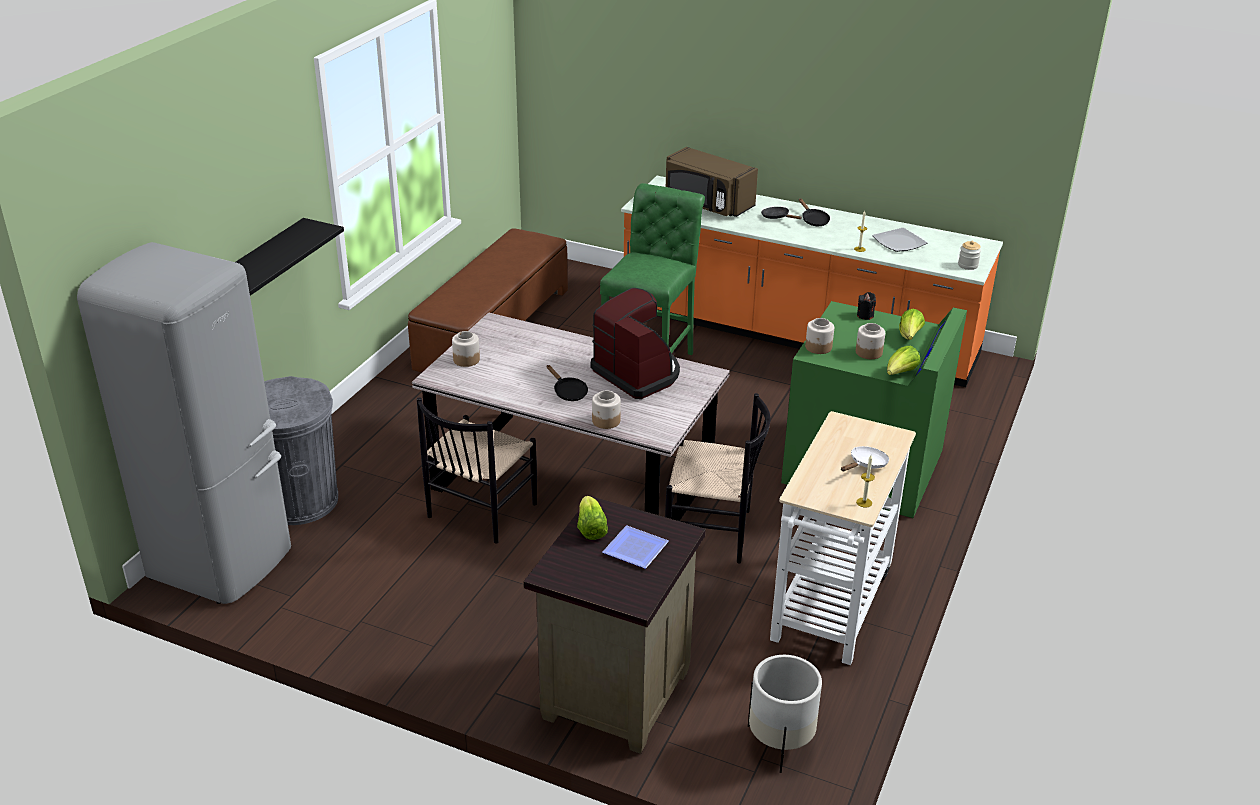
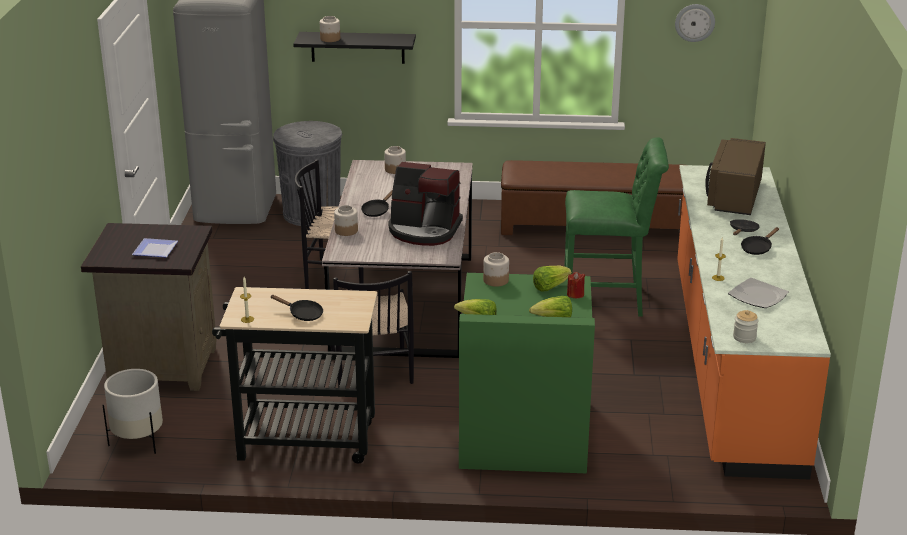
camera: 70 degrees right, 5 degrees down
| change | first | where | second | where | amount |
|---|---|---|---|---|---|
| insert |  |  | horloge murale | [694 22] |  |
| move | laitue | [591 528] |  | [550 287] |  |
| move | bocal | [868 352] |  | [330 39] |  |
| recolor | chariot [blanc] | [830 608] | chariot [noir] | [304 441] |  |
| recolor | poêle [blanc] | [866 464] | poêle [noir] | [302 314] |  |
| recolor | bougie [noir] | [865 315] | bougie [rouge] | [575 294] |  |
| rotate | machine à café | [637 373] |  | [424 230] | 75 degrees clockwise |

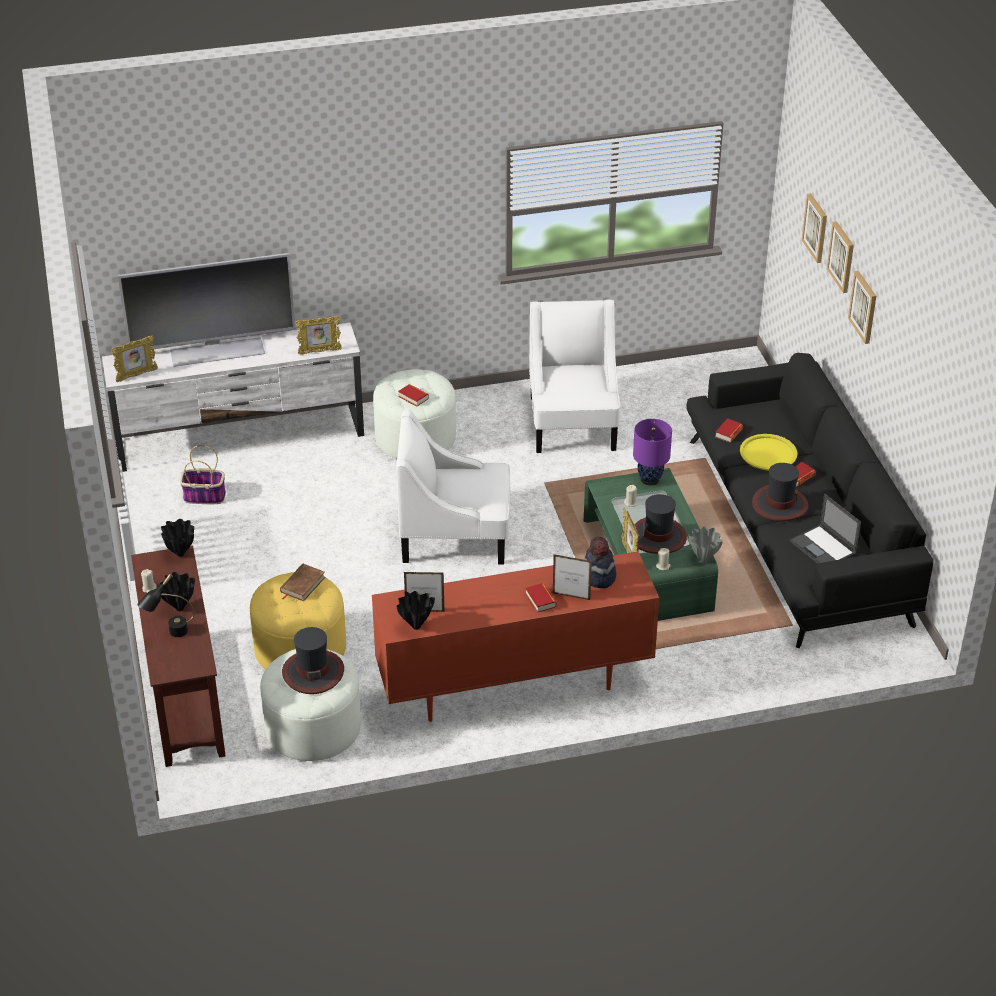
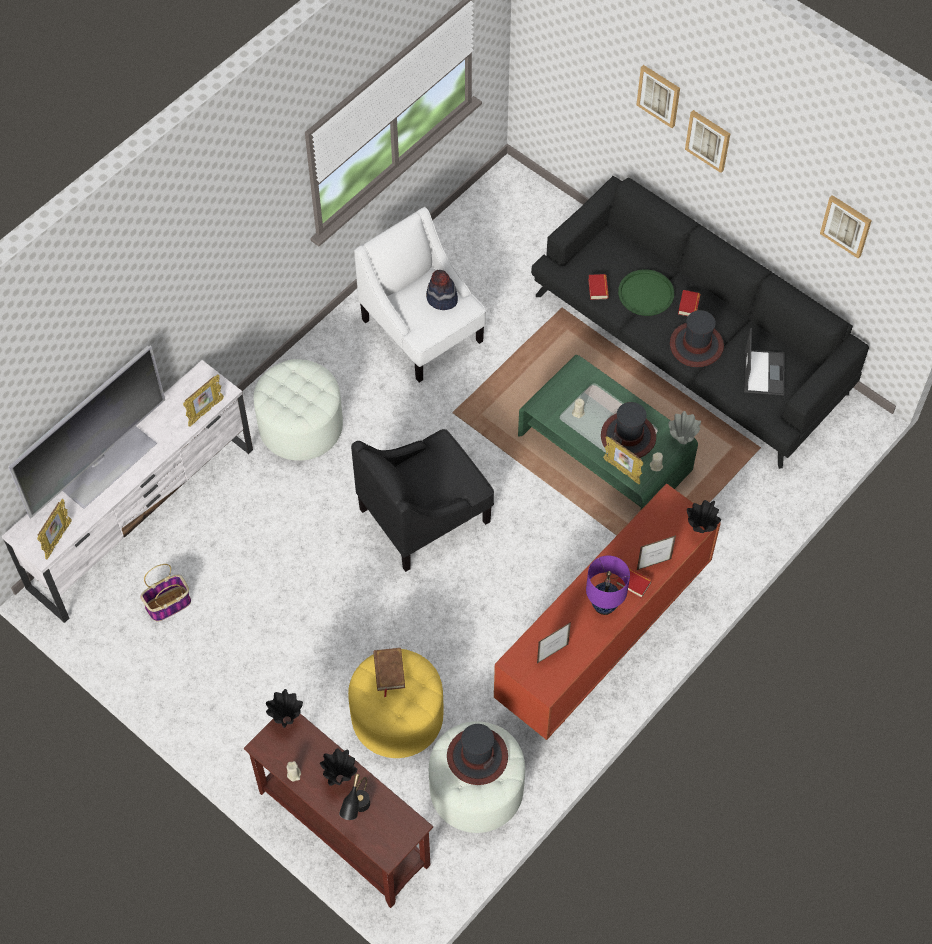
camera: 35 degrees left, 20 degrees up
| change | first | where | second | where | amount |
|---|---|---|---|---|---|
| delete | livre | [413 397] |  |  |  |
| move | vase [noir] | [415 627] |  | [700 530] |  |
| move | chapeau | [598 576] |  | [441 298] |  |
| move | lampe de table [violet] | [649 479] |  | [604 605] |  |
| move | tableau | [816 227] |  | [846 225] |  |
| recolor | fauteuil [blanc] | [455 535] | fauteuil [noir] | [424 515] |  |
| recolor | plateau [jaune] | [768 453] | plateau [vert] | [646 293] |  |
| rotate | ordinateur portable | [823 548] |  | [763 372] | 105 degrees counterclockwise |

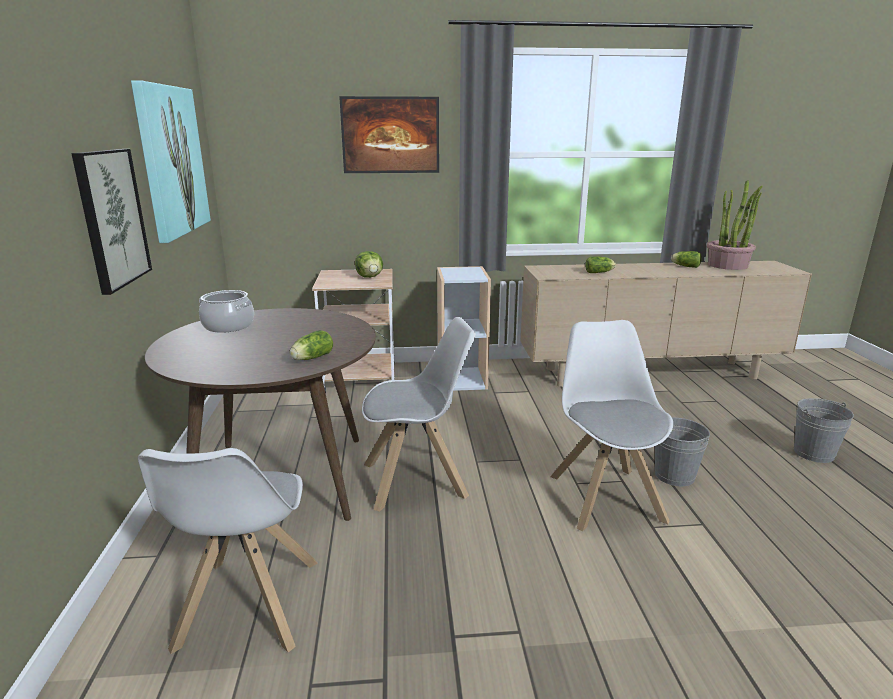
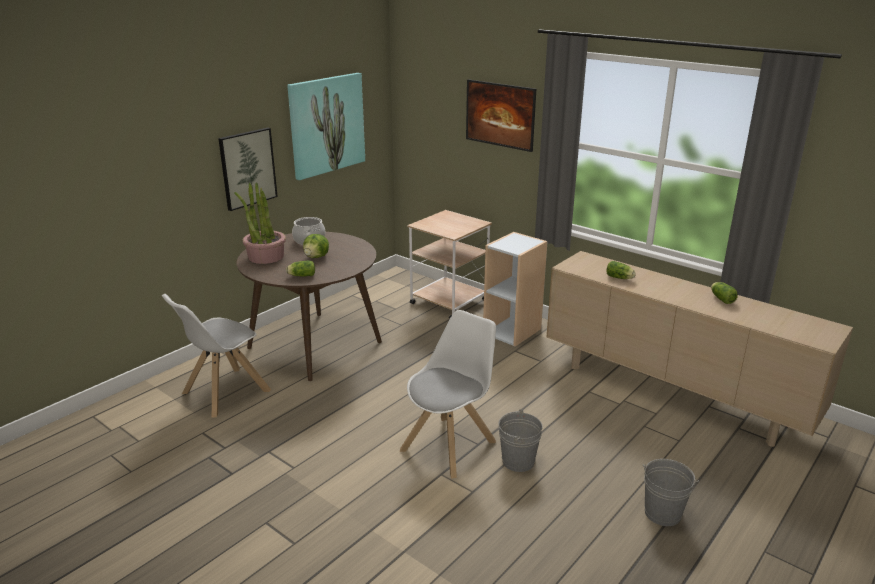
camera: 45 degrees right, 5 degrees up
| change | first | where | second | where | amount |
|---|---|---|---|---|---|
| delete | chaise | [418 480] |  |  |  |
| move | laitue | [370 277] |  | [316 257] |  |
| move | plante en pot | [728 265] |  | [265 257] |  |

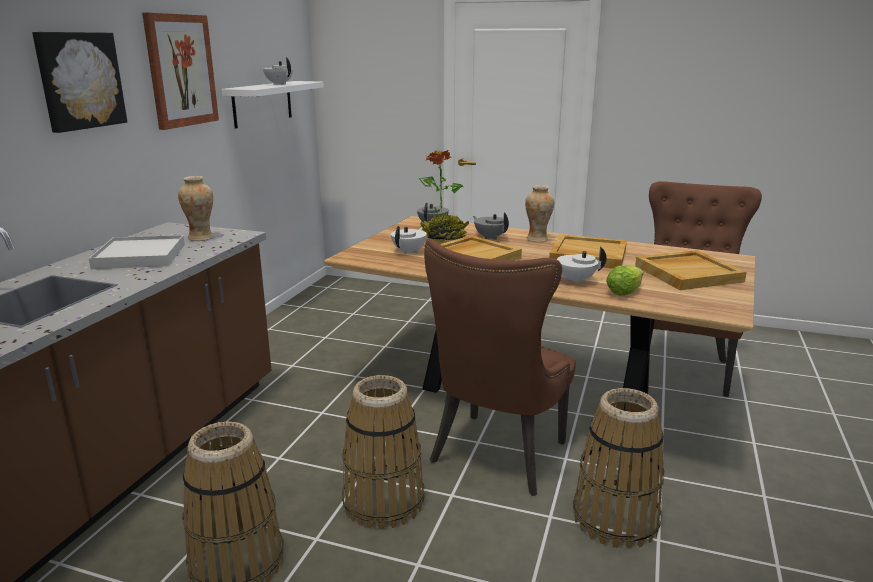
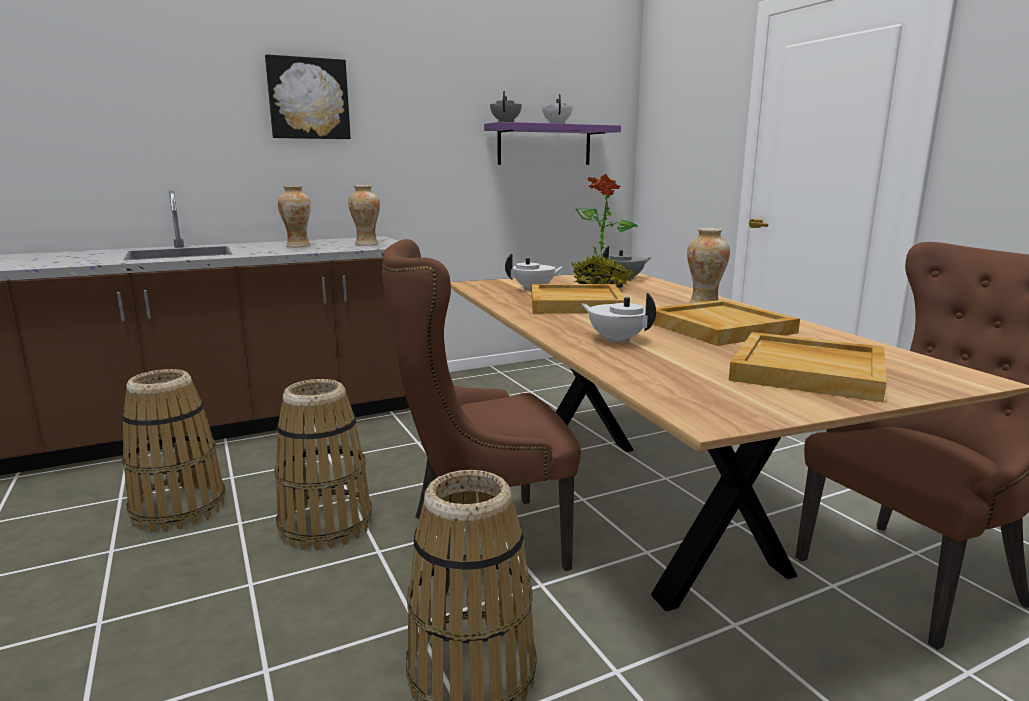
camera: 45 degrees right, 5 degrees down
| change | first | where | second | where | amount |
|---|---|---|---|---|---|
| delete | tableau | [181 71] |  |  |  |
| delete | laitue | [626 291] |  |  |  |
| move | théière [gris] | [490 237] |  | [506 122] |  |
| replace | plateau [blanc] | [140 256] | vase | [298 246] |  |
| recolor | étagère [blanc] | [262 103] | étagère [violet] | [544 145] |  |

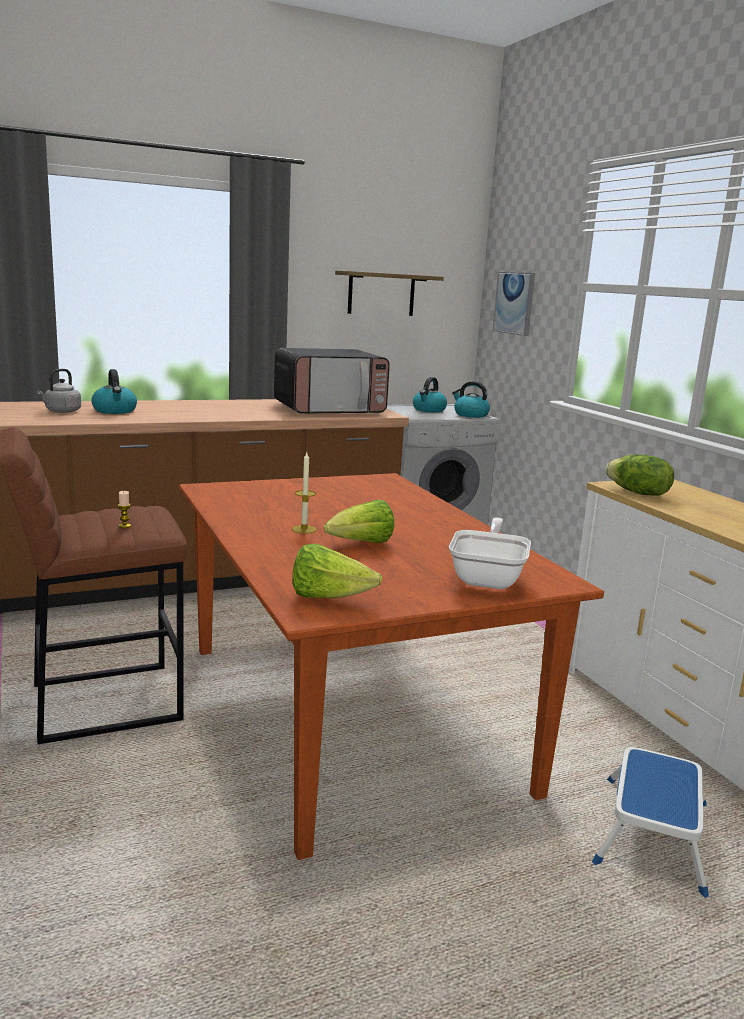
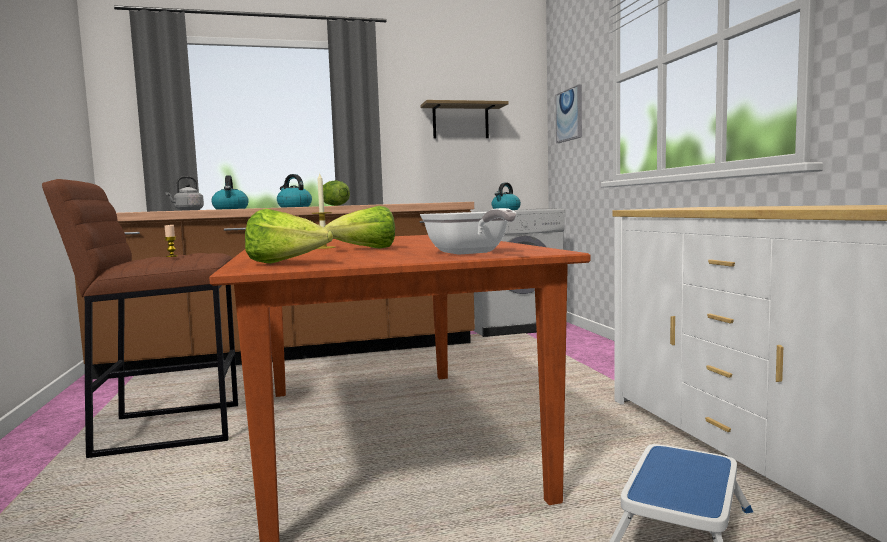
camera: 10 degrees right, 10 degrees down
| change | first | where | second | where | amount |
|---|---|---|---|---|---|
| delete | micro-ondes | [329 409] |  |  |  |
| move | bouilloire | [470 415] |  | [294 207] |  |
| move | laitue | [638 493] |  | [334 205] |  |
| rotate | poêle | [488 577] |  | [469 253] | 135 degrees clockwise |

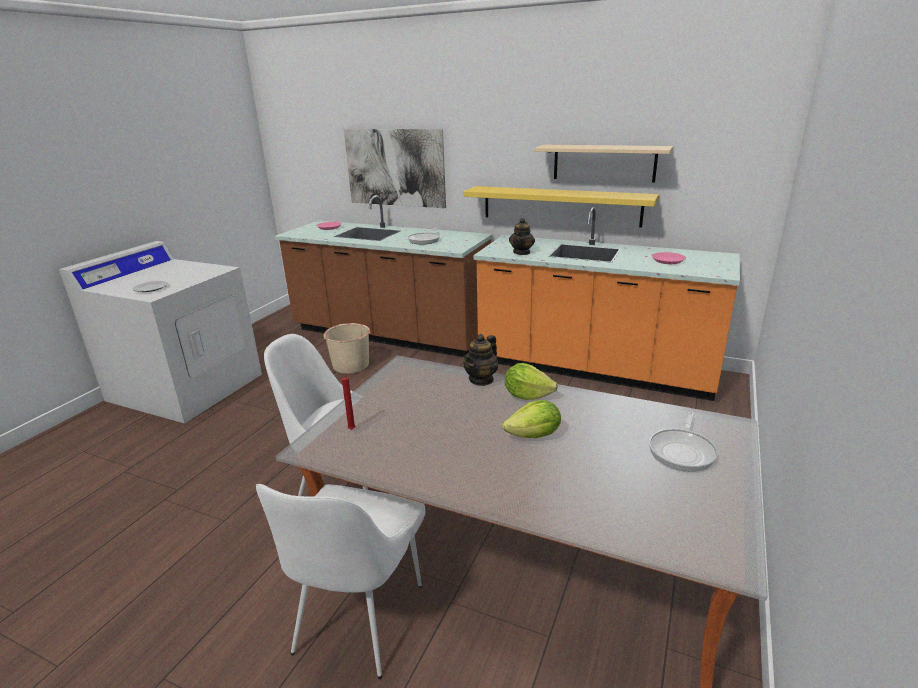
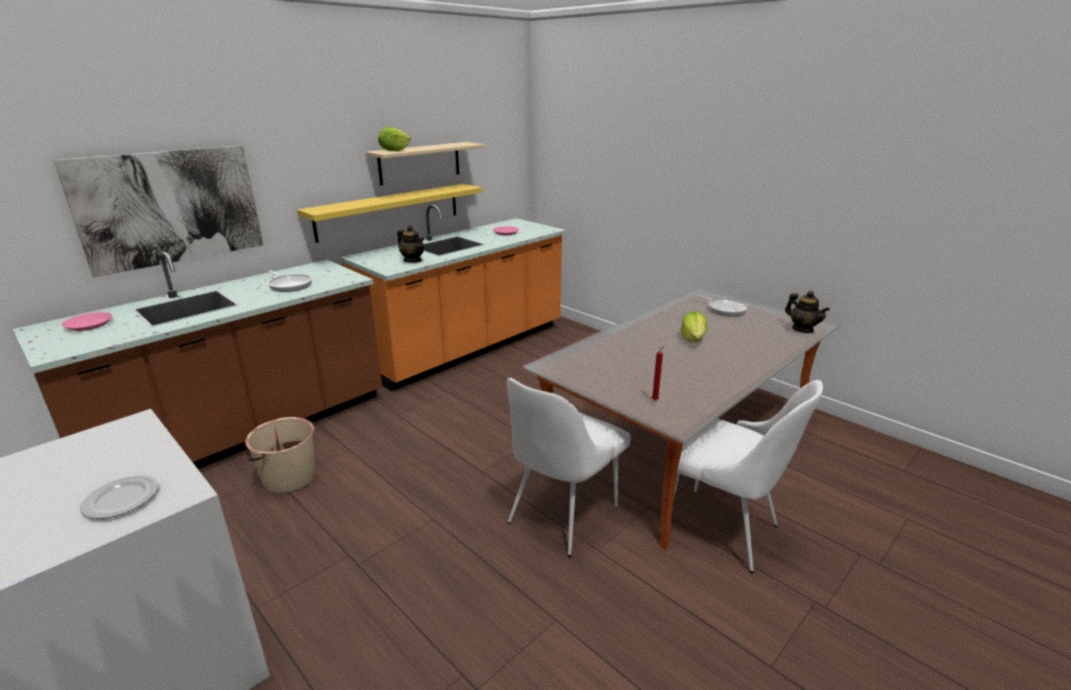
camera: 70 degrees left, 0 degrees up
| change | first | where | second | where | amount |
|---|---|---|---|---|---|
| move | théière | [481 379] |  | [802 329] |  |
| move | laitue | [527 395] |  | [394 151] |  |

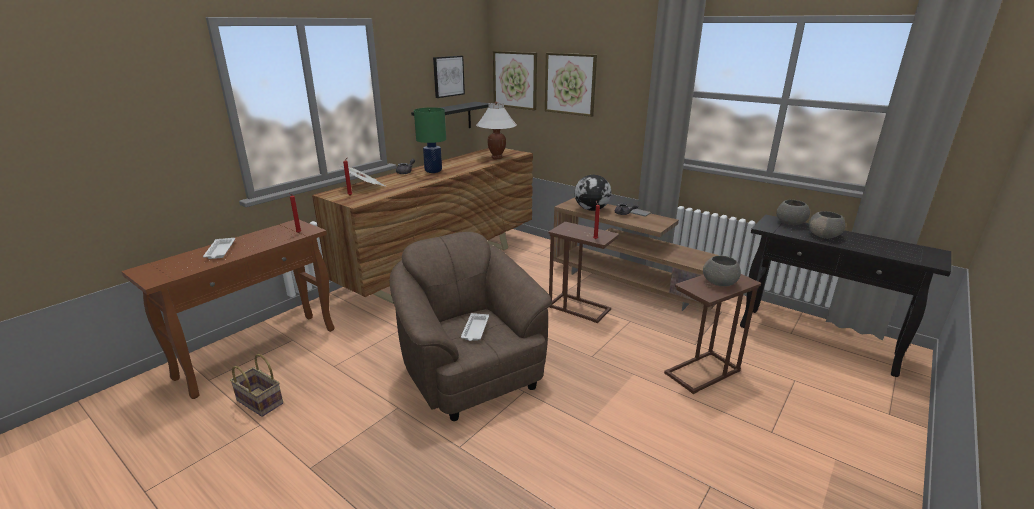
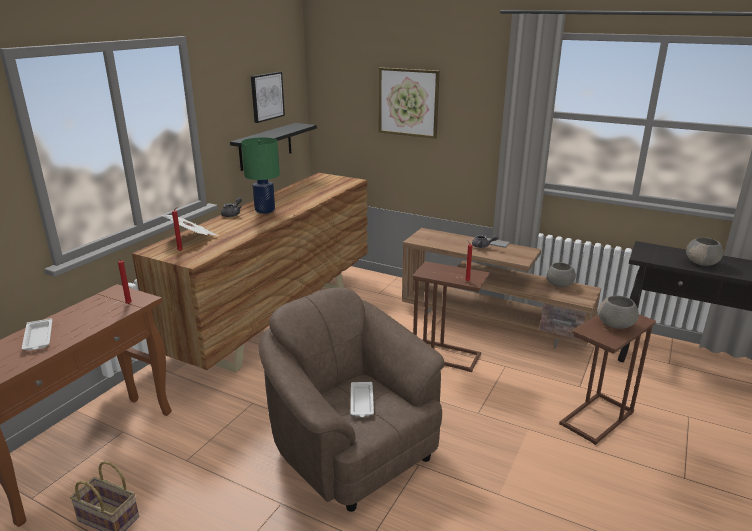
camera: 10 degrees left, 0 degrees up
| change | first | where | second | where | amount |
|---|---|---|---|---|---|
| delete | lampe de table [blanc] | [497 158] |  |  |  |
| delete | tableau | [515 80] |  |  |  |
| delete | globe | [592 209] |  |  |  |
| move | bol [gris] | [789 223] |  | [559 284] |  |

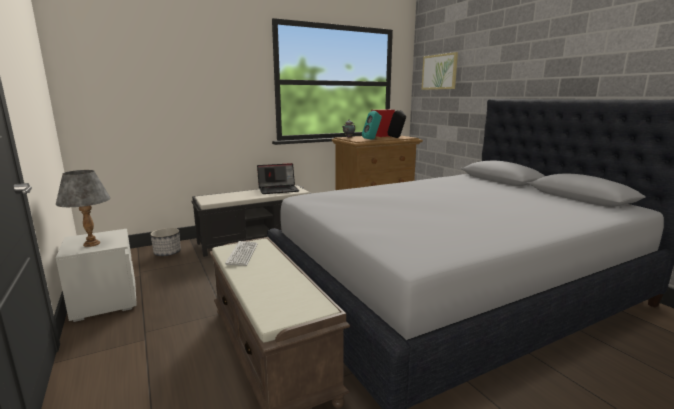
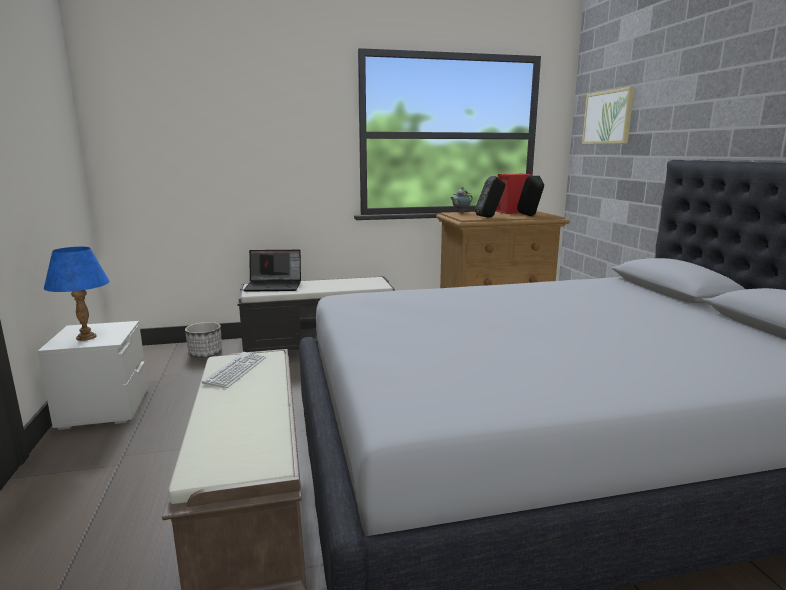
camera: 15 degrees right, 0 degrees up
| change | first | where | second | where | amount |
|---|---|---|---|---|---|
| move | ordinateur portable | [279 189] |  | [274 286] |  |
| recolor | lampe de table [gris] | [92 244] | lampe de table [bleu] | [86 337] |  |
| recolor | enceinte [turquoise] | [372 139] | enceinte [noir] | [489 217] |  |

